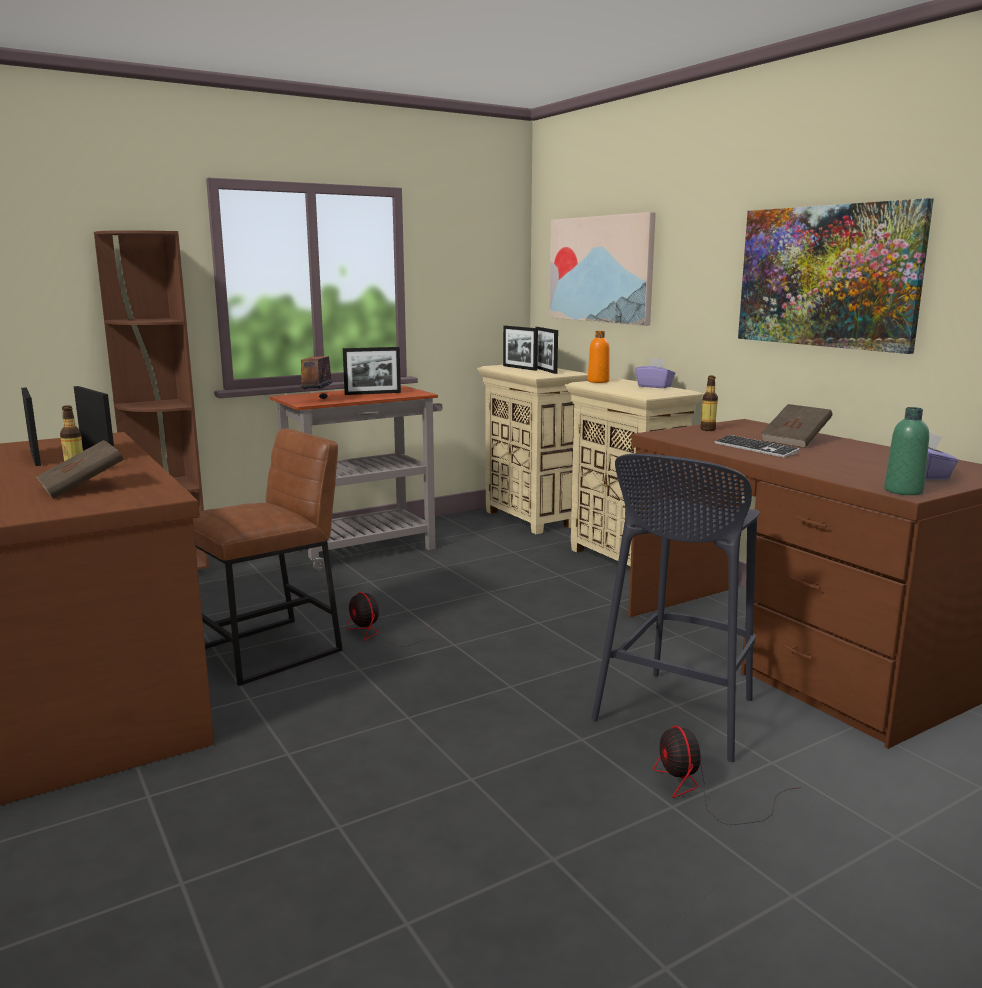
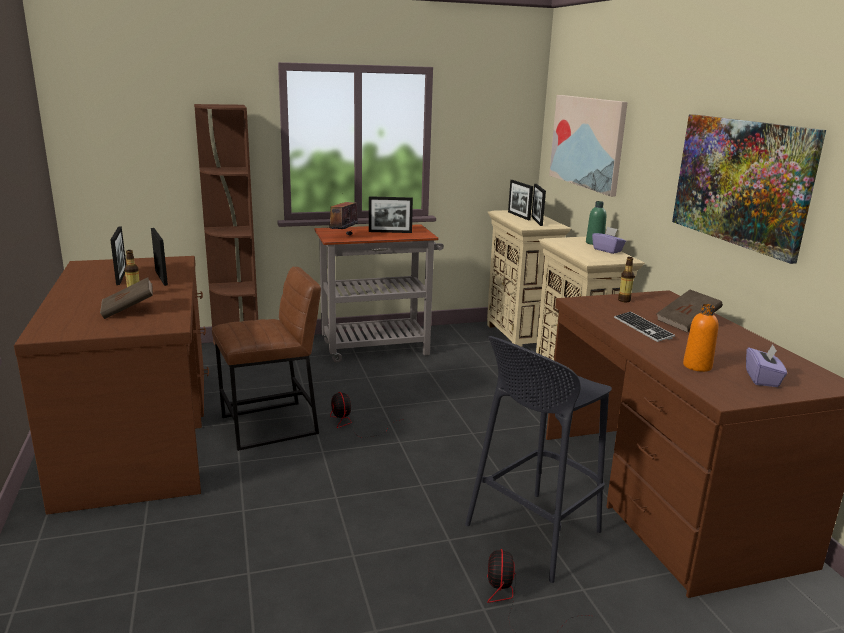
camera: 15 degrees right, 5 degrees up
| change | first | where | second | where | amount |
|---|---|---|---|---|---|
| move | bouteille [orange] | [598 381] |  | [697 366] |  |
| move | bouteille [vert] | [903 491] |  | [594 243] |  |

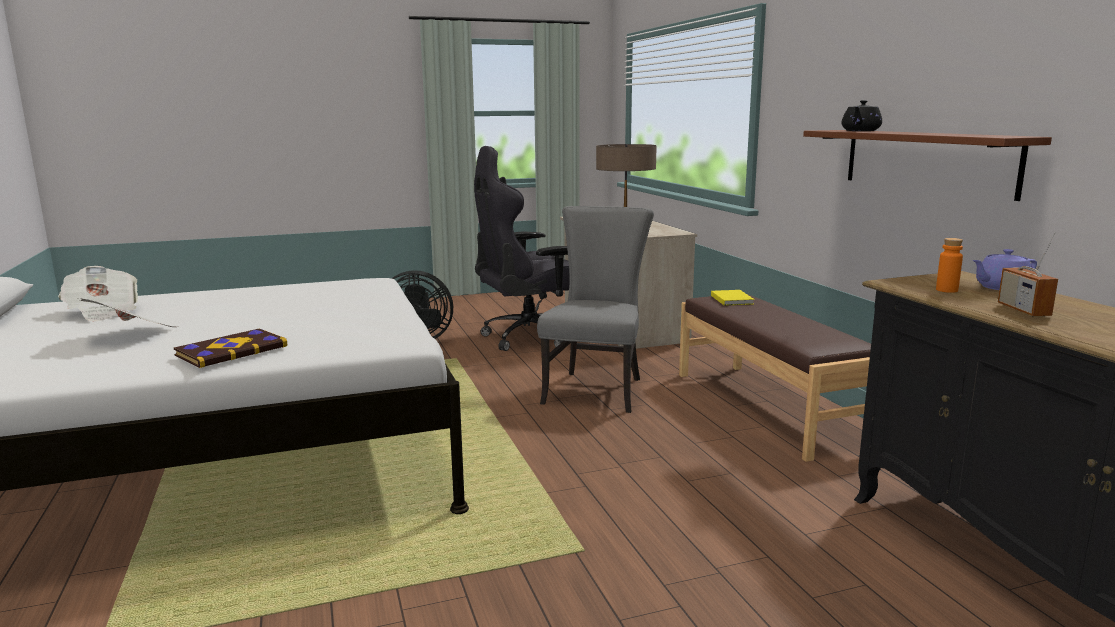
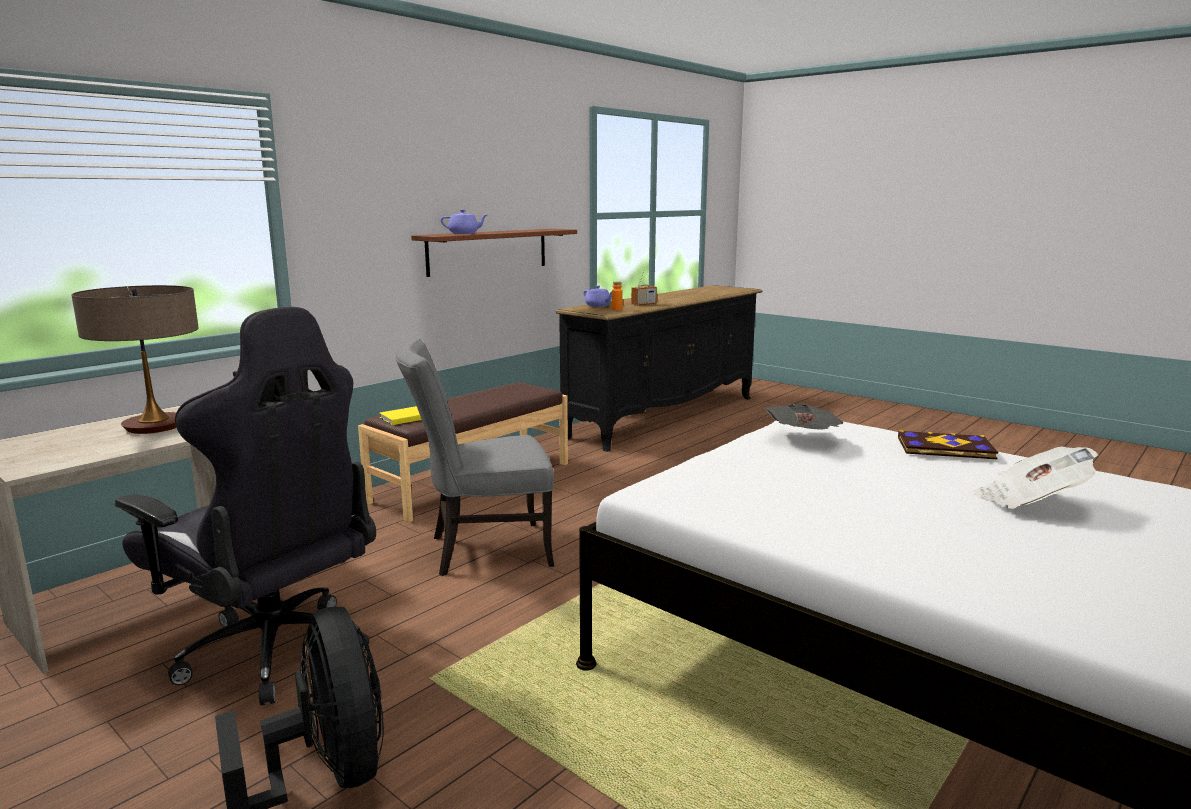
camera: 120 degrees left, 0 degrees up
| change | first | where | second | where | amount |
|---|---|---|---|---|---|
| move | journal | [103 312] |  | [803 438] |  |
| recolor | théière [noir] | [860 131] | théière [violet] | [464 233] |  |

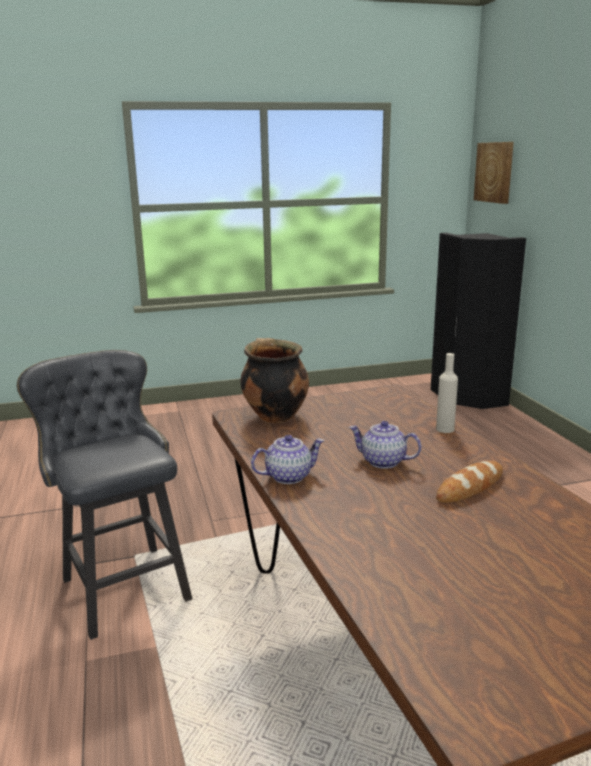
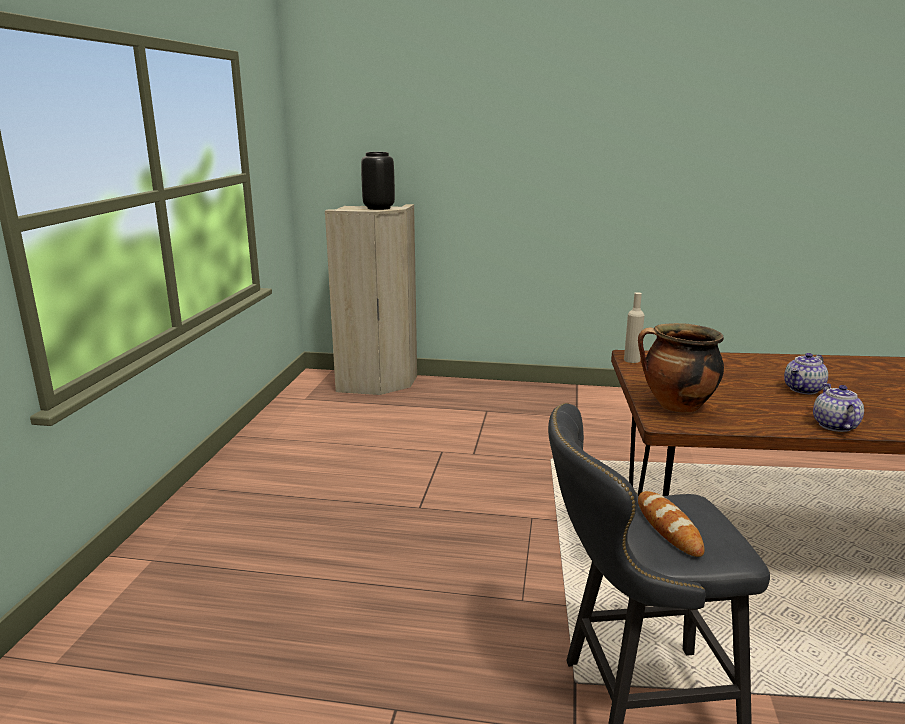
camera: 65 degrees left, 0 degrees up
| change | first | where | second | where | amount |
|---|---|---|---|---|---|
| delete | tableau | [494 172] |  |  |  |
| insert |  |  | vase [noir] | [379 208] |  |
| move | bouteille [beige] | [445 429] |  | [632 360] |  |
| move | pain | [470 486] |  | [668 527] |  |
| recolor | meuble de rangement [noir] | [469 397] | meuble de rangement [beige] | [377 383] |  |

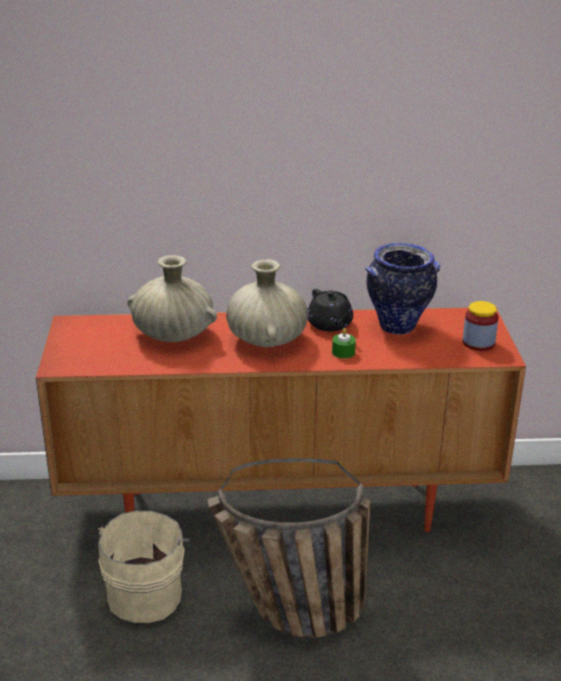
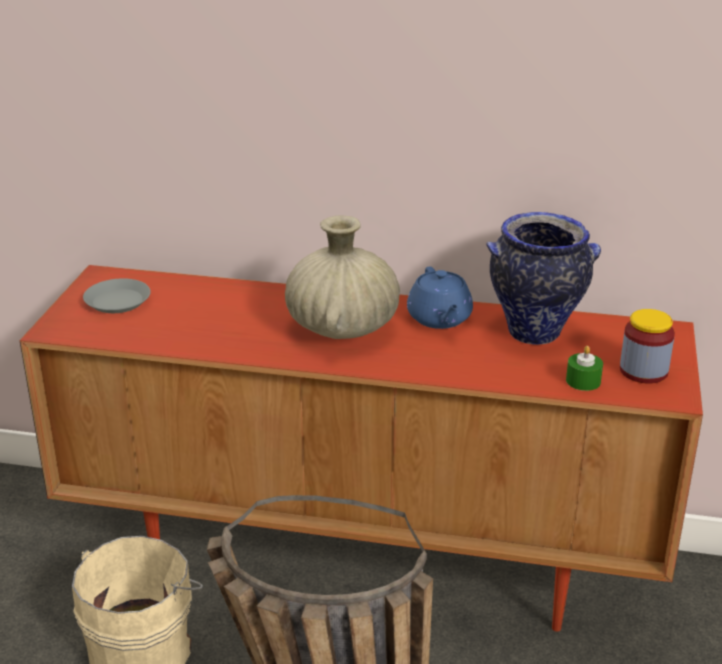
camera: 15 degrees right, 0 degrees up
| change | first | where | second | where | amount |
|---|---|---|---|---|---|
| delete | vase [beige] | [173 334] |  |  |  |
| insert |  |  | assiette [gris] | [117 301] |  |
| move | bougie [vert] | [343 352] |  | [583 381] |  |
| recolor | théière [noir] | [330 324] | théière [bleu] | [439 319] |  |

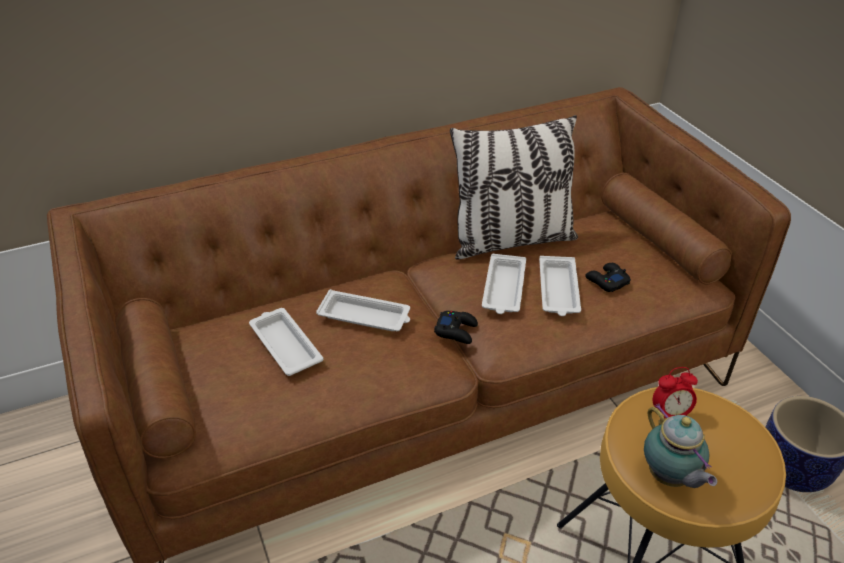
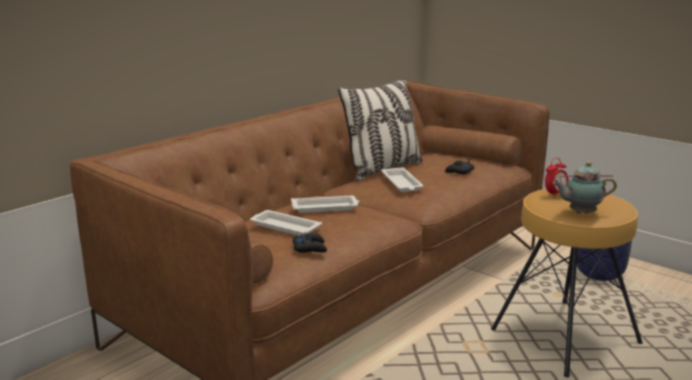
camera: 25 degrees left, 20 degrees down
| change | first | where | second | where | amount |
|---|---|---|---|---|---|
| delete | plateau [blanc] | [558 290] |  |  |  |
| move | manette [noir] | [456 330] |  | [310 248] |  |
| rotate | théière | [669 478] |  | [580 213] | 135 degrees clockwise |

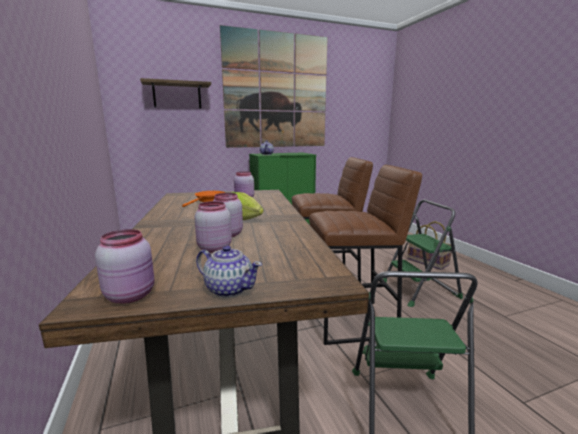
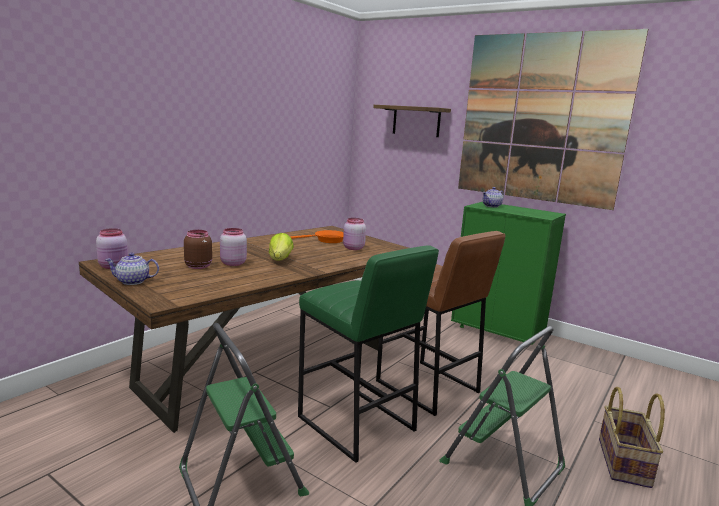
camera: 55 degrees right, 0 degrees up
| change | first | where | second | where | amount |
|---|---|---|---|---|---|
| recolor | bocal [rose] | [213 248] | bocal [marron] | [198 266] |  |
| recolor | tabouret [marron] | [353 321] | tabouret [vert] | [357 424] |  |
| rotate | théière | [229 289] |  | [133 281] | 90 degrees clockwise |

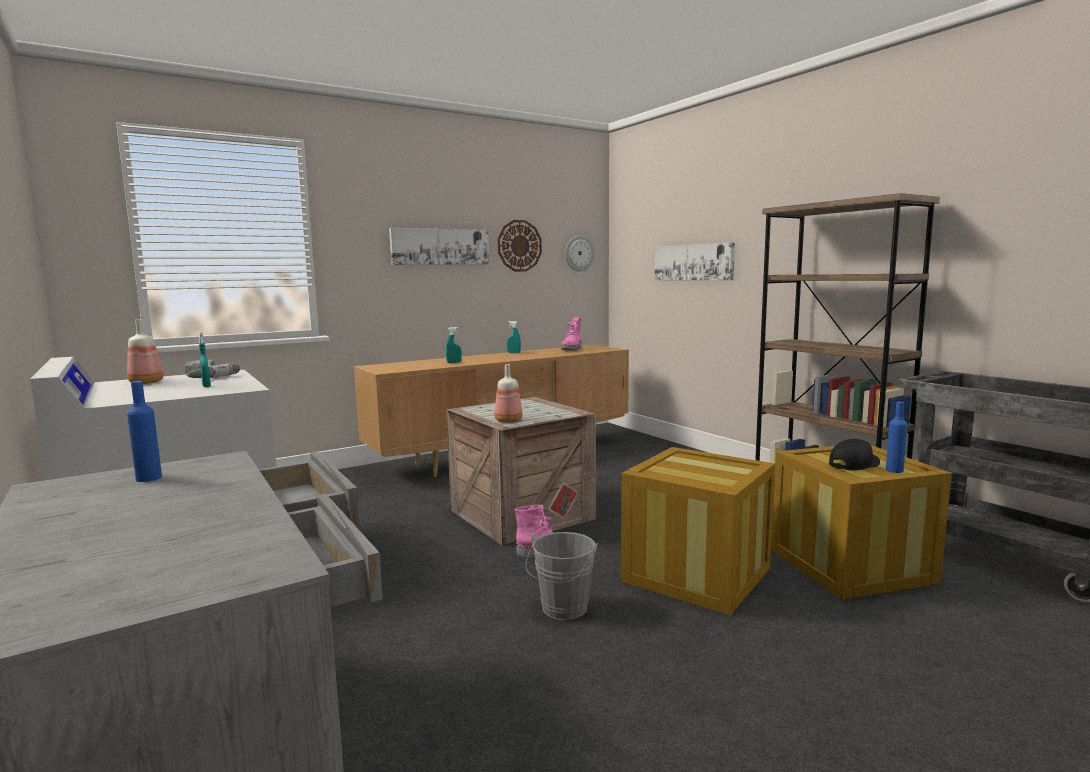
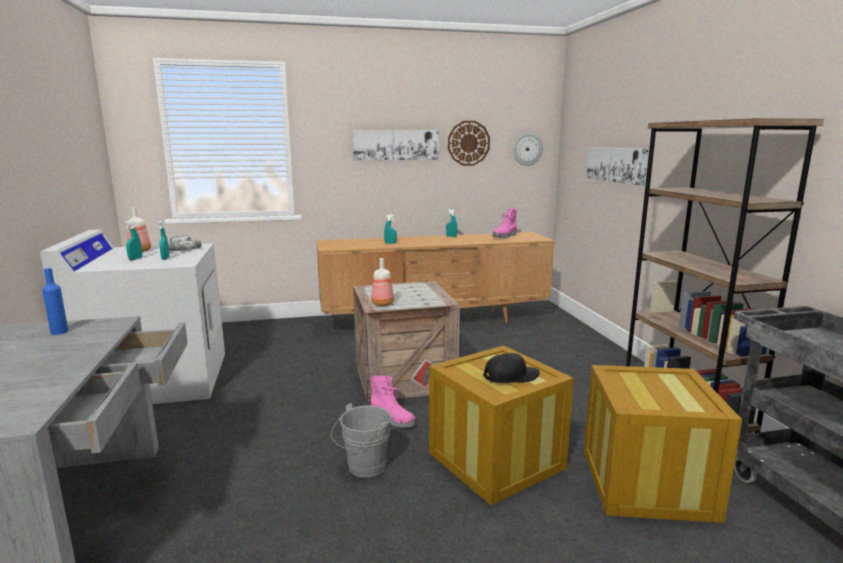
camera: 20 degrees right, 5 degrees up
| change | first | where | second | where | amount |
|---|---|---|---|---|---|
| delete | bouteille [bleu] | [894 470] |  |  |  |
| insert |  |  | vaporisateur [turquoise] | [135 259] |  |
| move | casquette [noir] | [854 464] |  | [511 376] |  |

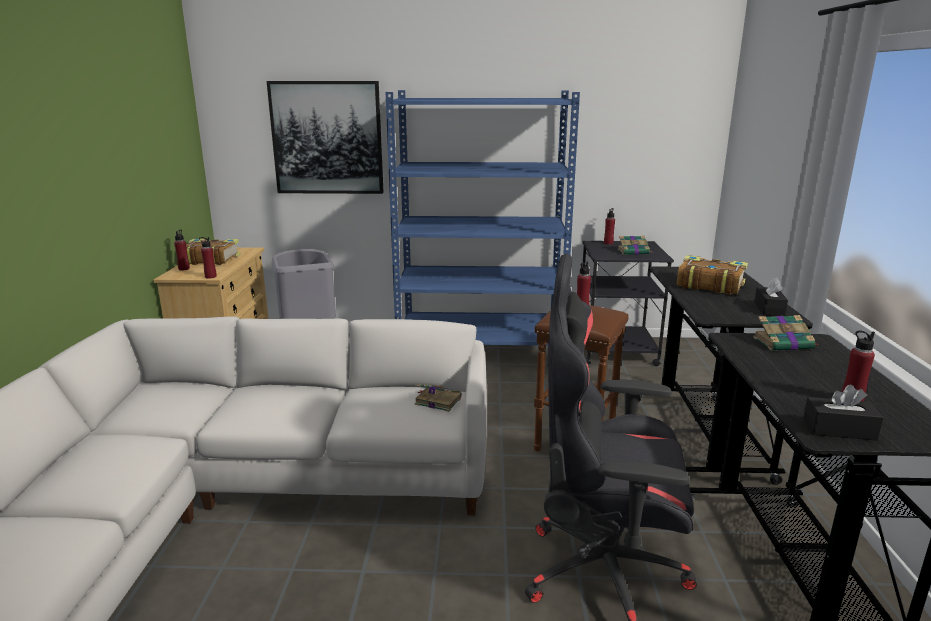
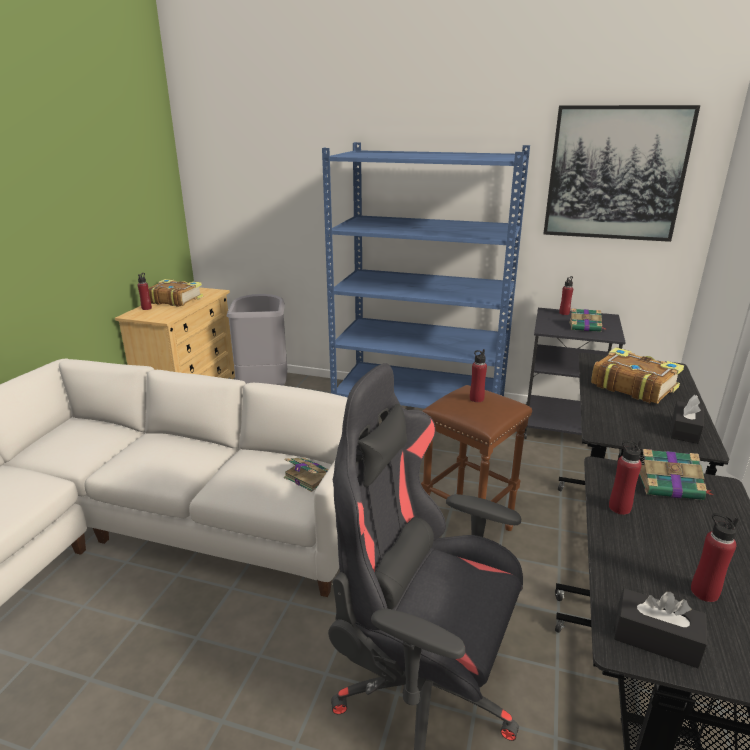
camera: 15 degrees right, 5 degrees up
| change | first | where | second | where | amount |
|---|---|---|---|---|---|
| move | bouteille [rouge] | [210 276] |  | [619 508] |  |
| move | tableau | [327 138] |  | [615 174] |  |

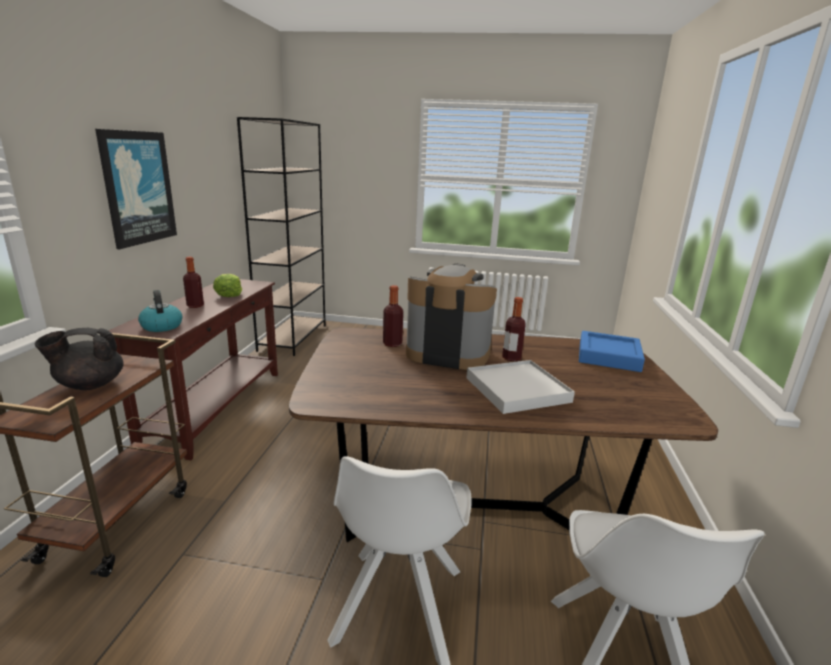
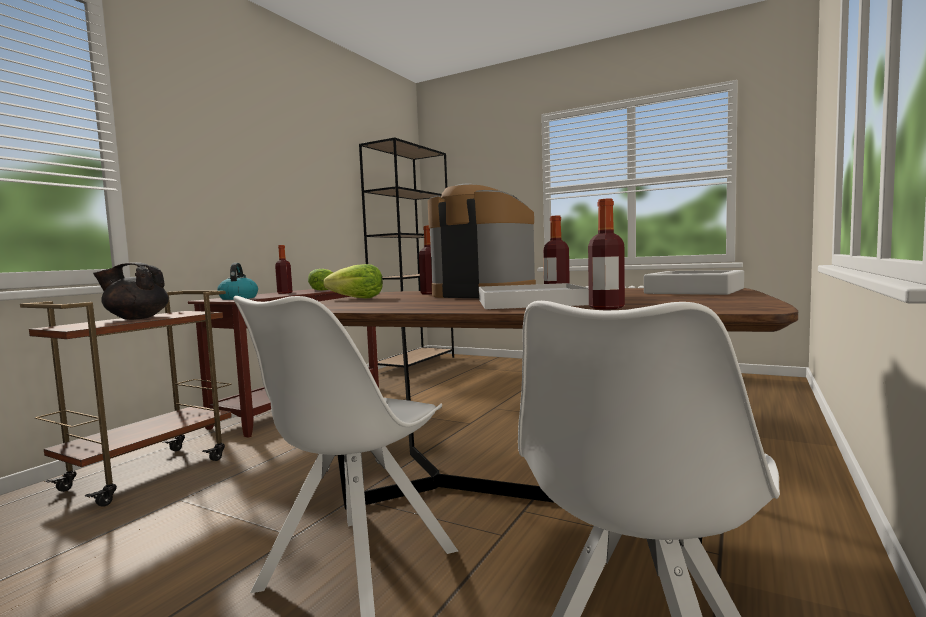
camera: 20 degrees right, 15 degrees down
| change | first | where | second | where | amount |
|---|---|---|---|---|---|
| delete | tableau | [138 188] |  |  |  |
| insert |  |  | laitue | [357 298] |  |
| insert |  |  | bouteille | [606 308] |  |
| recolor | plateau [bleu] | [608 356] | plateau [gris] | [694 291] |  |

